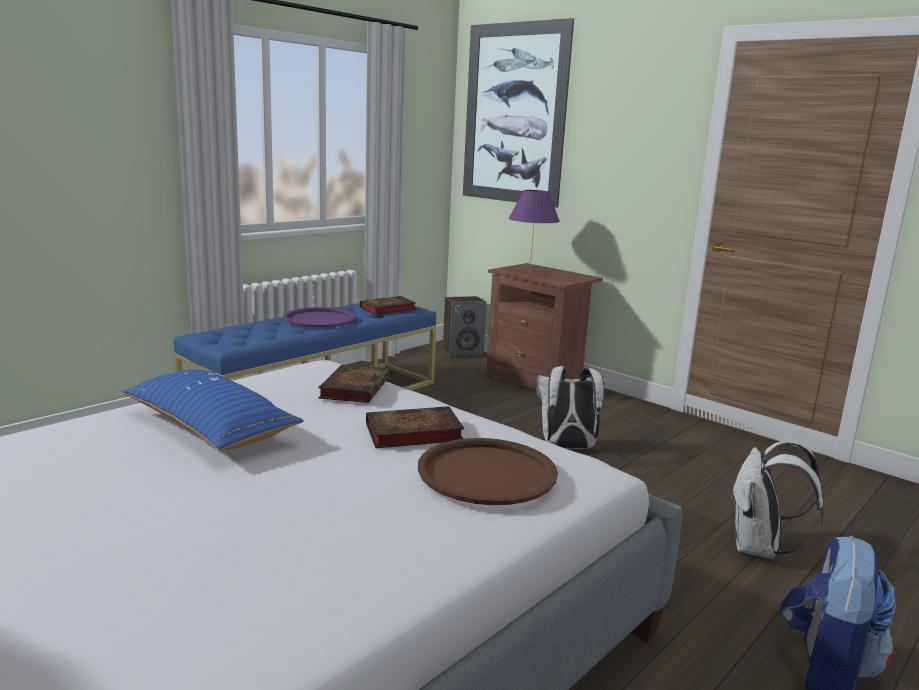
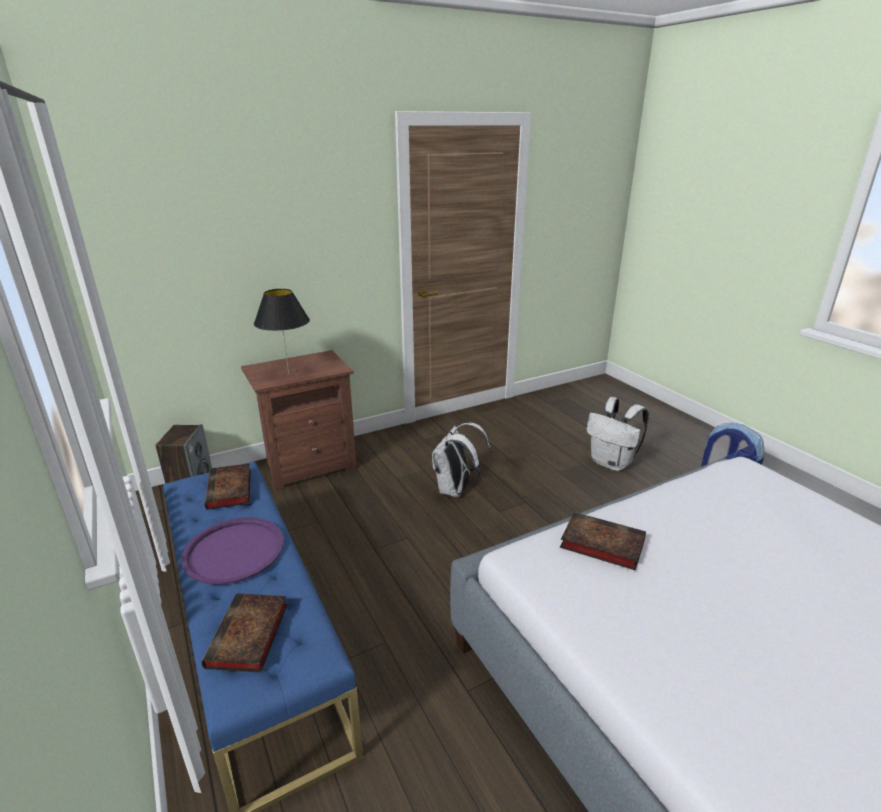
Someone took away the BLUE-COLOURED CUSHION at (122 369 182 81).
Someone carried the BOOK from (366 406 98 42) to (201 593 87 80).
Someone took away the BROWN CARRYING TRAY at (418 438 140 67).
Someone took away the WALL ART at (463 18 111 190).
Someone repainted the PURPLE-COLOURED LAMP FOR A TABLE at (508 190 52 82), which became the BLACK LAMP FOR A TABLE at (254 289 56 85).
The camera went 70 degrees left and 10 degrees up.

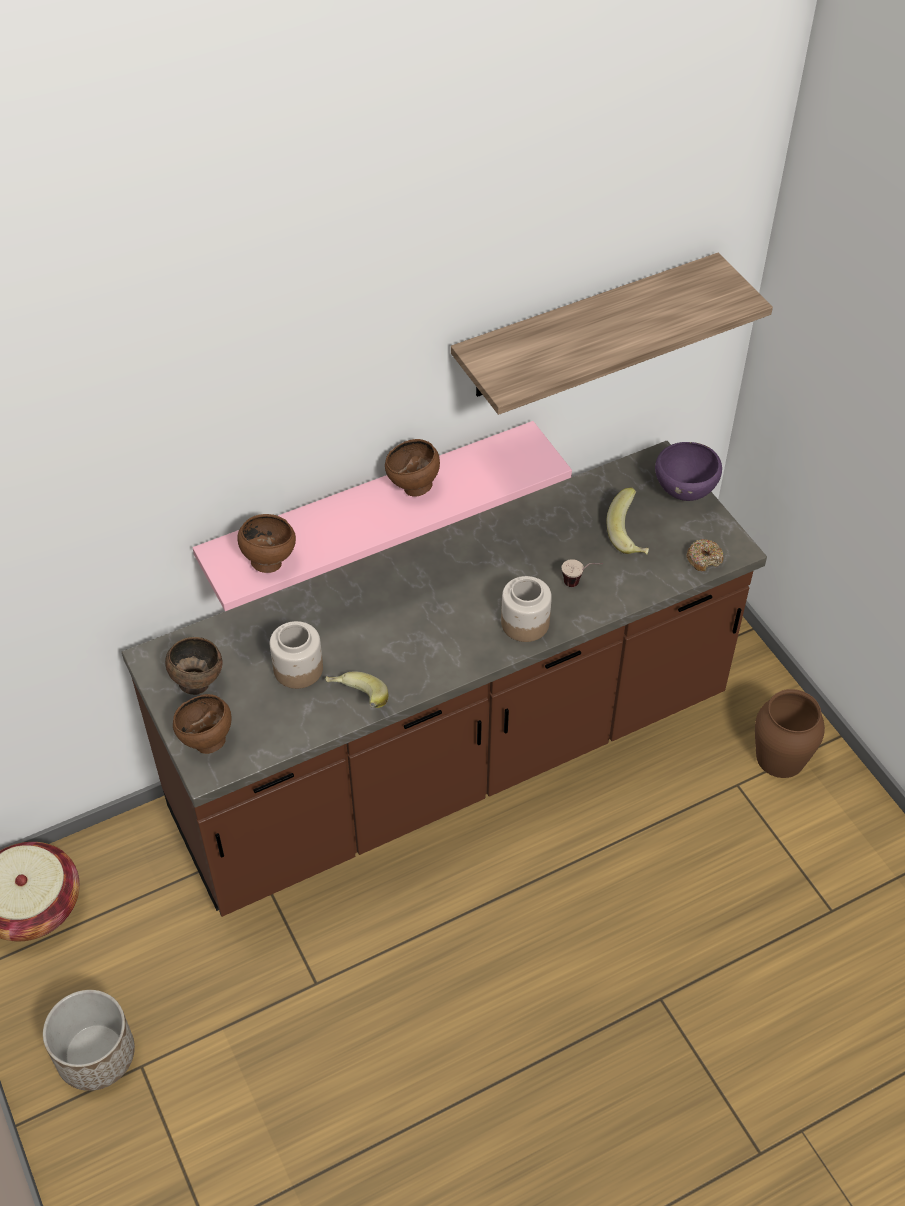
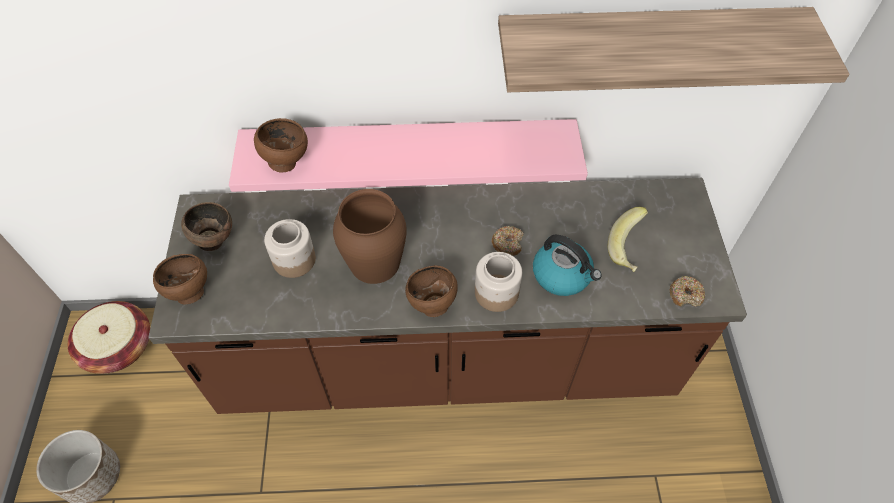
Someone took away the WHOLE BANANA at (325 671 63 37).
Someone carried the BROWN DEEP DISH from (385 439 55 58) to (405 265 53 52).
Someone swapped the SMALL CUP at (562 559 41 28) for the WATER KETTLE at (533 235 69 61).
Someone took away the PURPLE-COLOURED DEEP DISH at (655 442 67 59).
Someone carried the BROWN DECORATIVE VASE from (755 689 70 89) to (333 189 74 95).
Someone put down the RING DOUGHNUT at (491 226 33 30).
The camera went 25 degrees right and 5 degrees up.

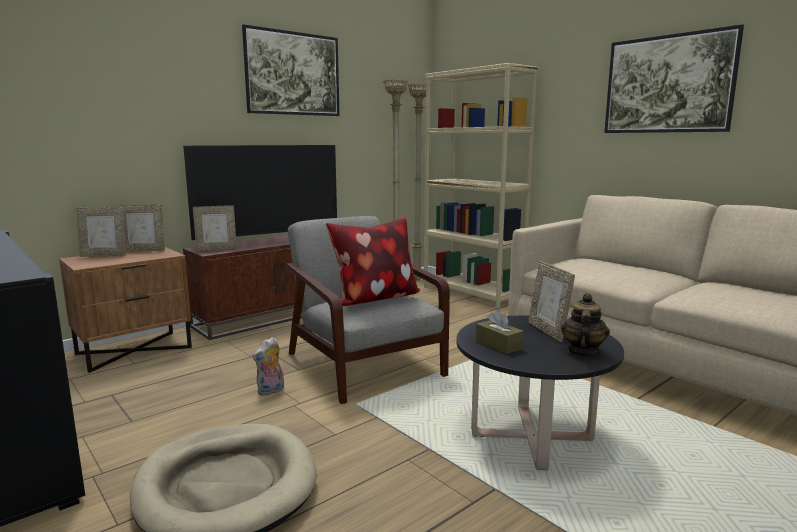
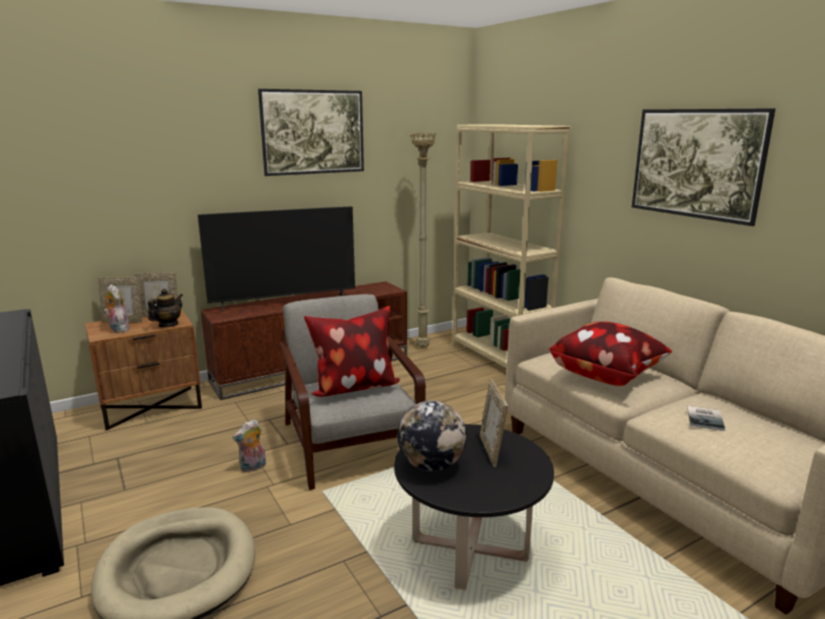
Someone took away the STANDING FRAME at (193 205 44 46).
Someone took away the BEIGE FLOOR LAMP at (408 84 23 196).
Someone swapped the BROWN TISSUE HOLDER at (476 310 48 44) for the DESK GLOBE at (397 400 70 72).
Someone carried the TEA POT from (561 293 49 63) to (148 289 35 38).
Someone put down the SOFT TOY at (104 285 26 48).
Someone put down the CUSHION at (548 321 124 65).
Someone put down the BOOK at (687 406 38 25).
The camera went 10 degrees right and 5 degrees up.

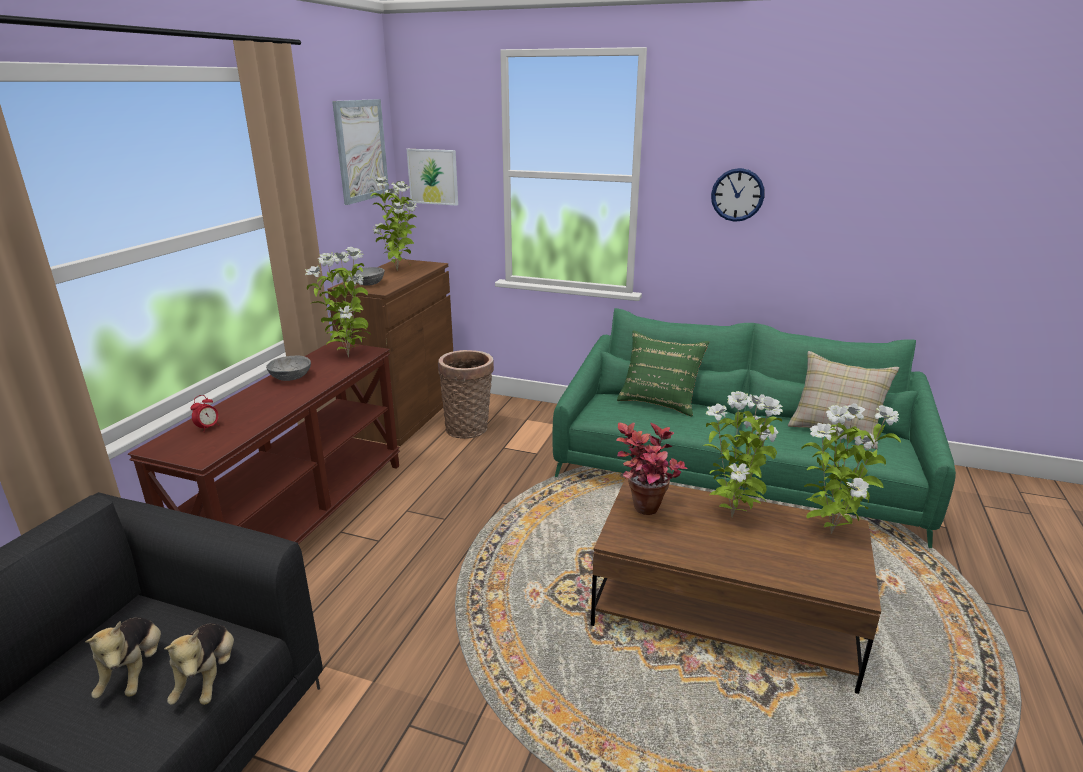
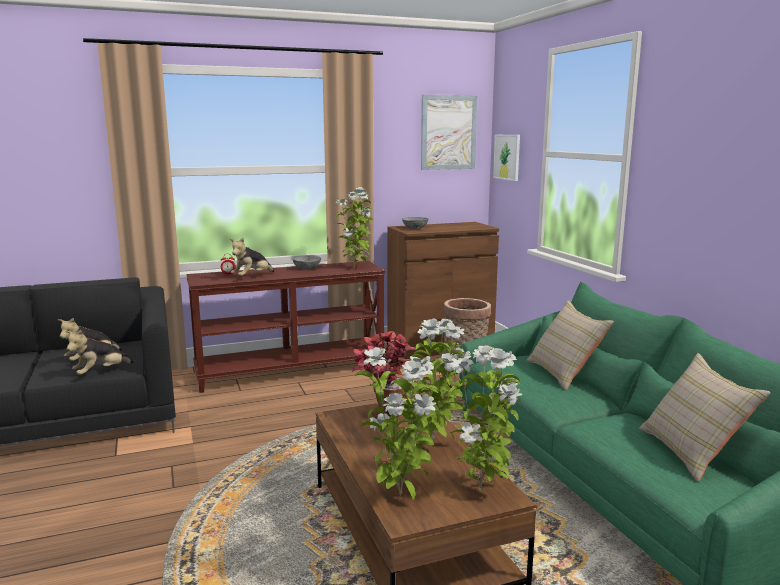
Someone carried the PLANT IN A POT from (371 176 46 95) to (354 347 86 153).
Someone repainted the GREENISH CUSHION at (617 330 92 87), which became the BEIGE CUSHION at (527 300 87 90).
Someone took away the HANGING CLOCK at (711 168 54 54).
Someone put down the SOFT TOY at (230 238 44 38).
The camera went 50 degrees right and 10 degrees down.

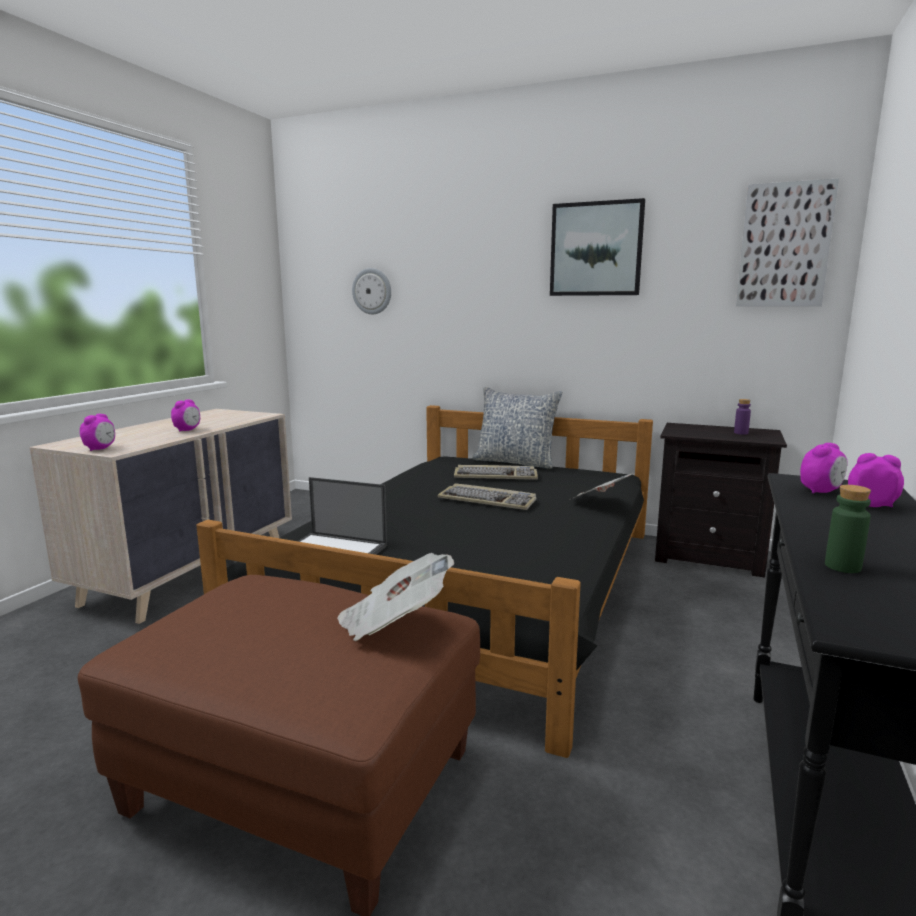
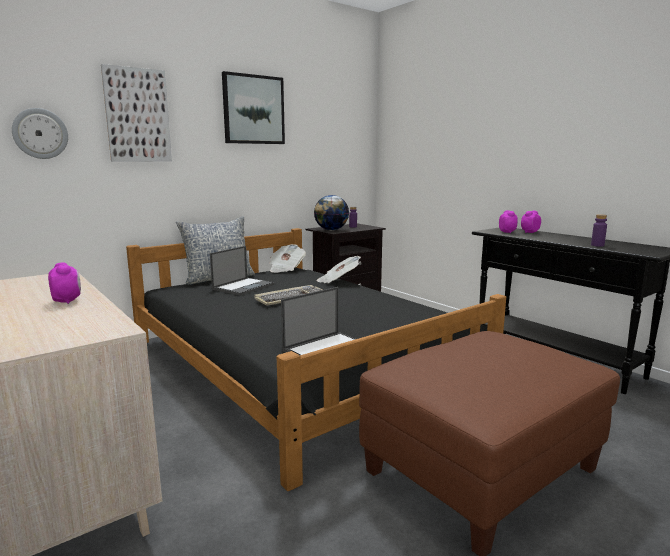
Someone took away the ALARM CLOCK at (80 414 35 37).
Someone carried the NEWSPAPER from (337 553 117 88) to (269 244 37 29).
Someone swapped the PC KEYBOARD at (454 465 84 15) for the NOTEBOOK COMPUTER at (210 246 64 50).
Someone carried the WALL ART from (736 178 103 128) to (101 64 71 98).
Someone repainted the GREENISH BEVERAGE BOTTLE at (825 485 46 88), which became the PURPLE-COLOURED BEVERAGE BOTTLE at (591 214 16 33).
Someone put down the DESK GLOBE at (314 195 35 35).
The camera went 60 degrees left and 0 degrees up.

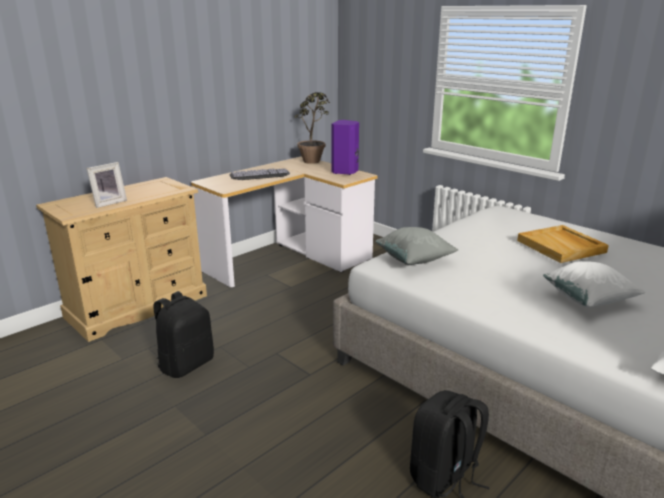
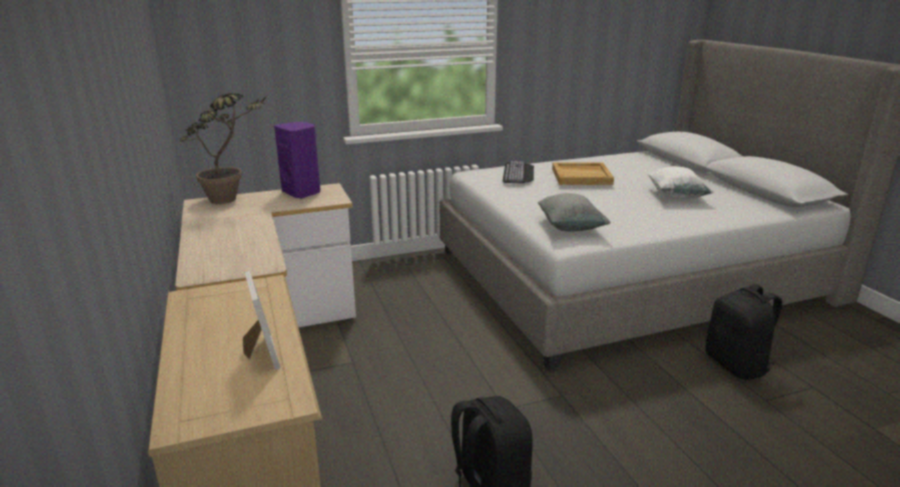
Someone carried the PC KEYBOARD from (230 168 60 12) to (502 161 32 22).
The camera went 65 degrees left and 0 degrees up.

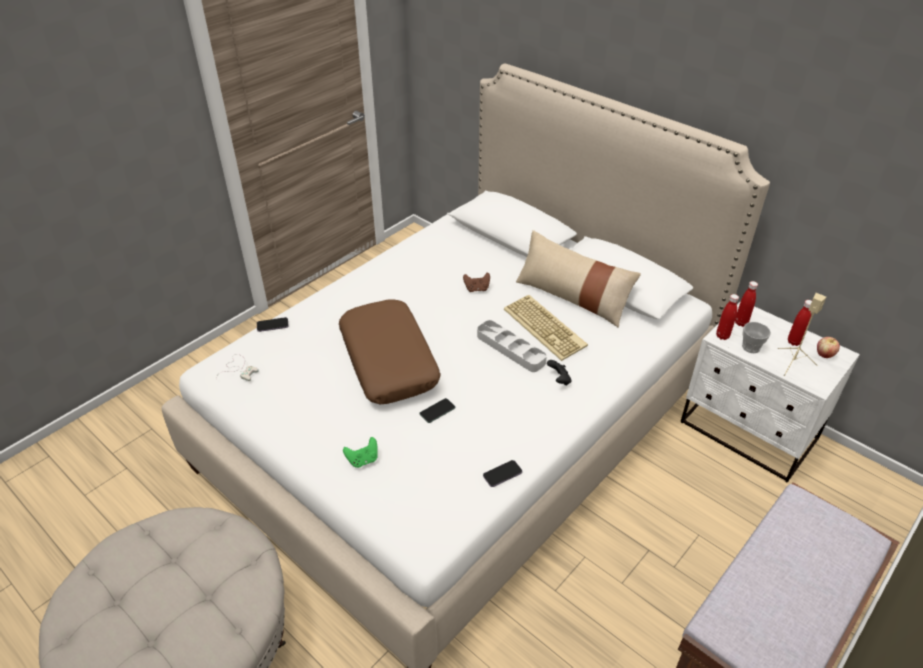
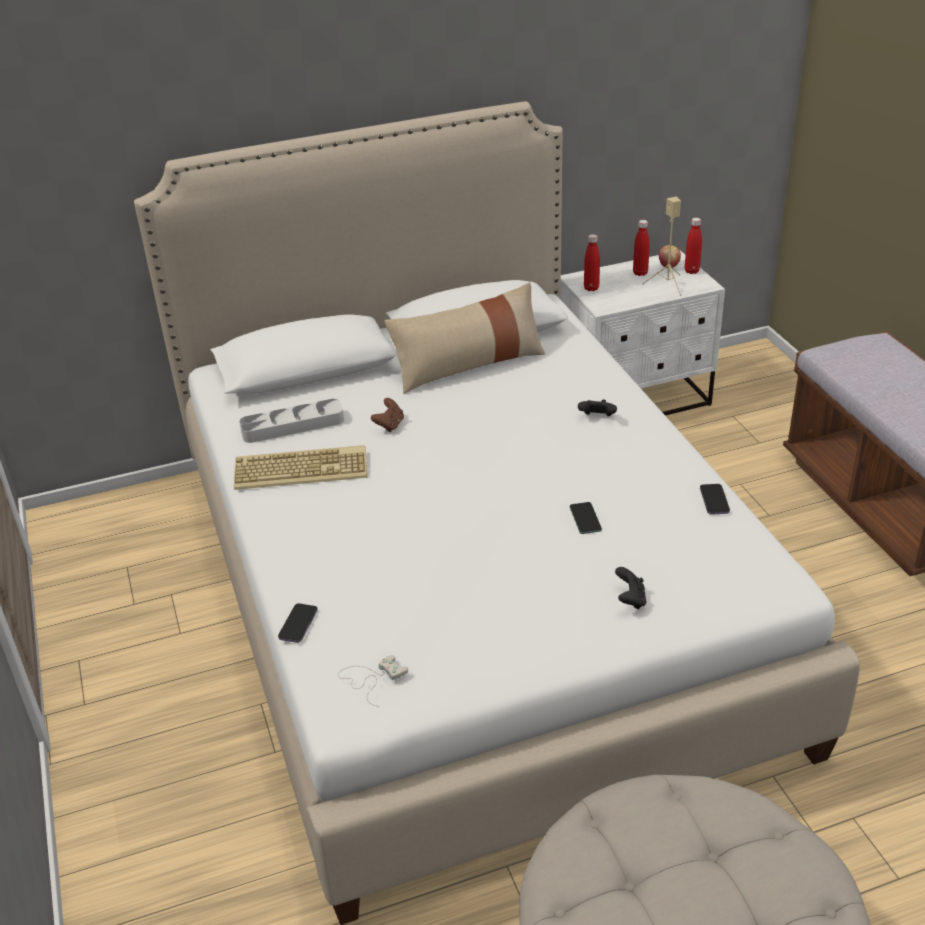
Someone took away the BROWN CUSHION at (339 299 102 105).
Someone repainted the GREENISH JOYPAD at (343 437 35 31), which became the BLACK JOYPAD at (615 567 32 42).
Someone carried the GRAY CARRYING TRAY from (477 320 70 52) to (239 399 105 44).
Someone carried the PC KEYBOARD from (504 295 84 66) to (234 445 133 45).
Someone carried the RED BEVERAGE BOTTLE from (716 294 23 46) to (685 218 17 56).
Someone took away the SMALL CUP at (742 322 29 31).
The camera went 60 degrees left and 5 degrees down.

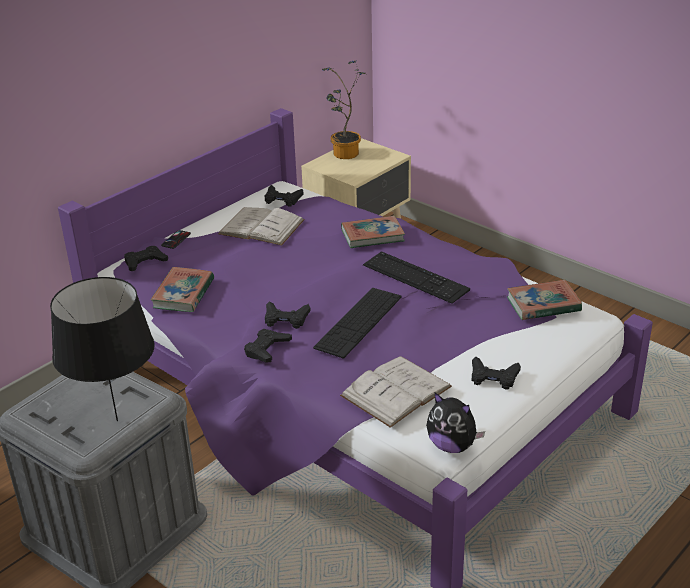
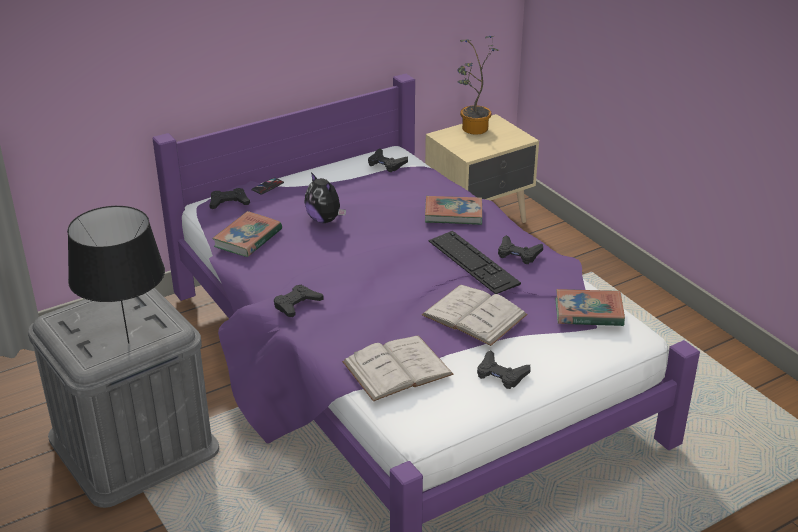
Someone carried the WHITISH BOOK from (218 207 87 39) to (422 285 105 61).
Someone carried the BLACK JOYPAD from (265 301 46 28) to (498 235 45 29).
Someone took away the PC KEYBOARD at (313 288 89 71).
Someone carried the SOFT TOY from (426 393 59 60) to (304 172 42 51).
The camera went 15 degrees right and 0 degrees up.

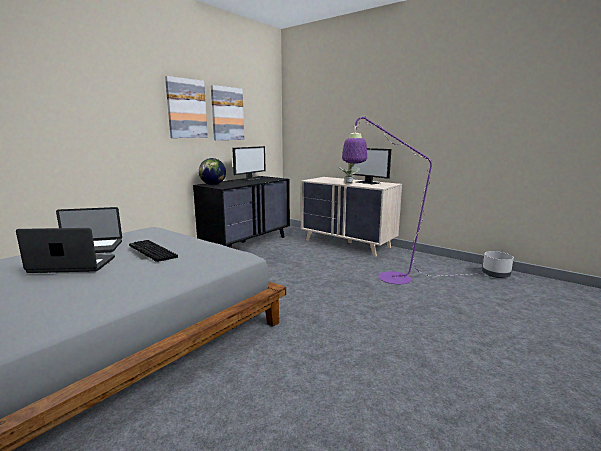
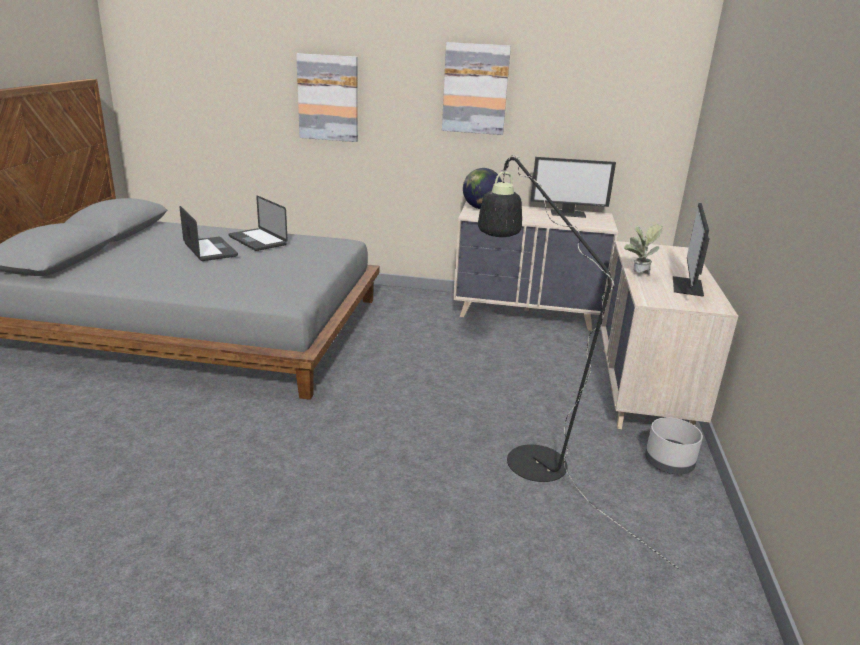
Someone took away the PC KEYBOARD at (129 240 49 22).
Someone repainted the BLACK DRAWER CHEST at (193 176 97 72), which became the BEIGE DRAWER CHEST at (453 201 165 130).
Someone carried the WALL ART from (211 85 34 55) to (296 53 62 89).
Someone repainted the PURPLE-COLOURED FLOOR LAMP at (342 115 128 169), which became the BLACK FLOOR LAMP at (478 155 200 414).
Someone carried the GRAY PLANTER from (482 251 32 27) to (645 417 58 58).
The camera went 60 degrees right and 10 degrees up.

